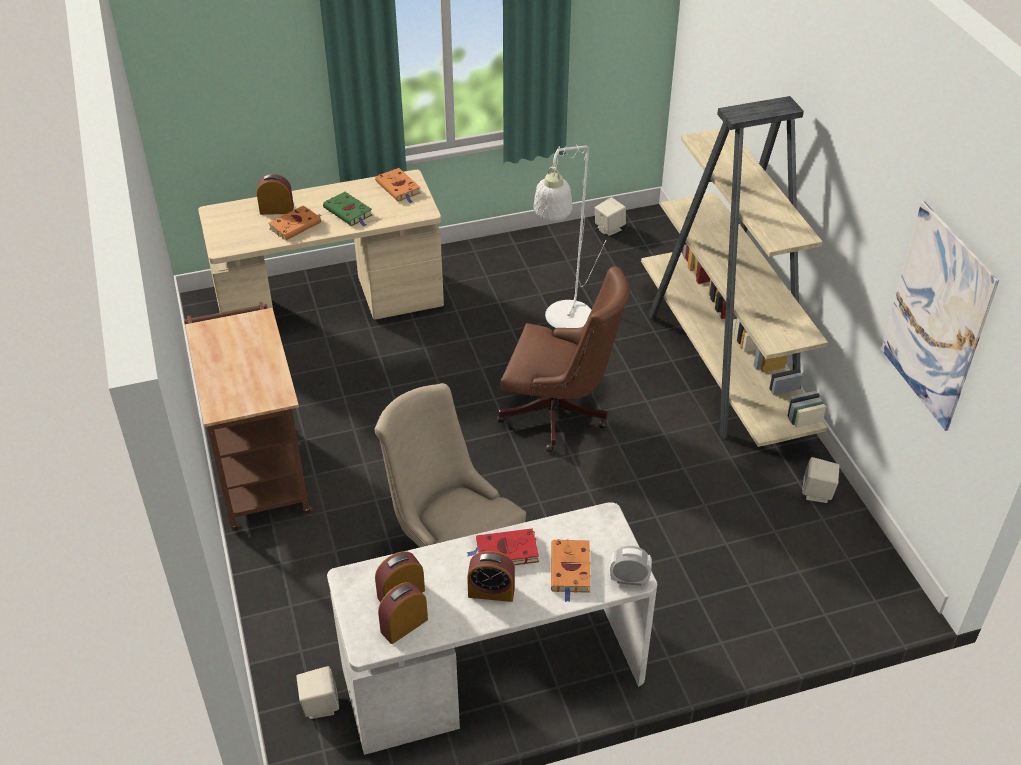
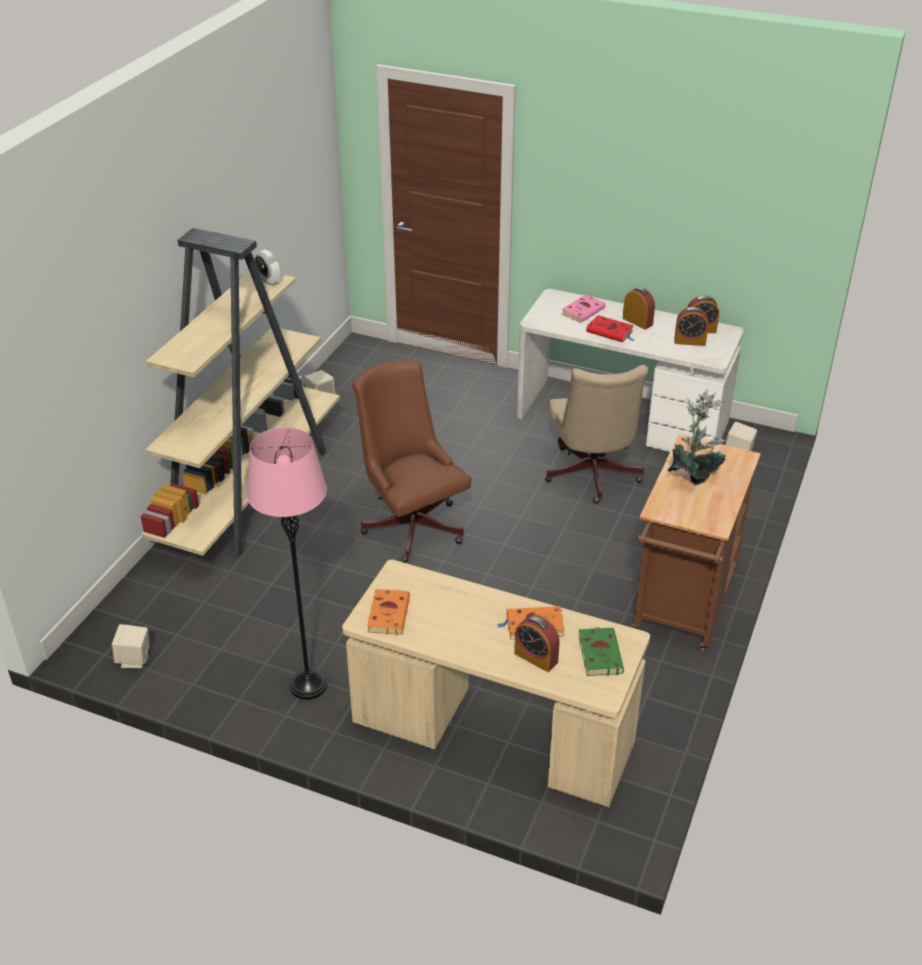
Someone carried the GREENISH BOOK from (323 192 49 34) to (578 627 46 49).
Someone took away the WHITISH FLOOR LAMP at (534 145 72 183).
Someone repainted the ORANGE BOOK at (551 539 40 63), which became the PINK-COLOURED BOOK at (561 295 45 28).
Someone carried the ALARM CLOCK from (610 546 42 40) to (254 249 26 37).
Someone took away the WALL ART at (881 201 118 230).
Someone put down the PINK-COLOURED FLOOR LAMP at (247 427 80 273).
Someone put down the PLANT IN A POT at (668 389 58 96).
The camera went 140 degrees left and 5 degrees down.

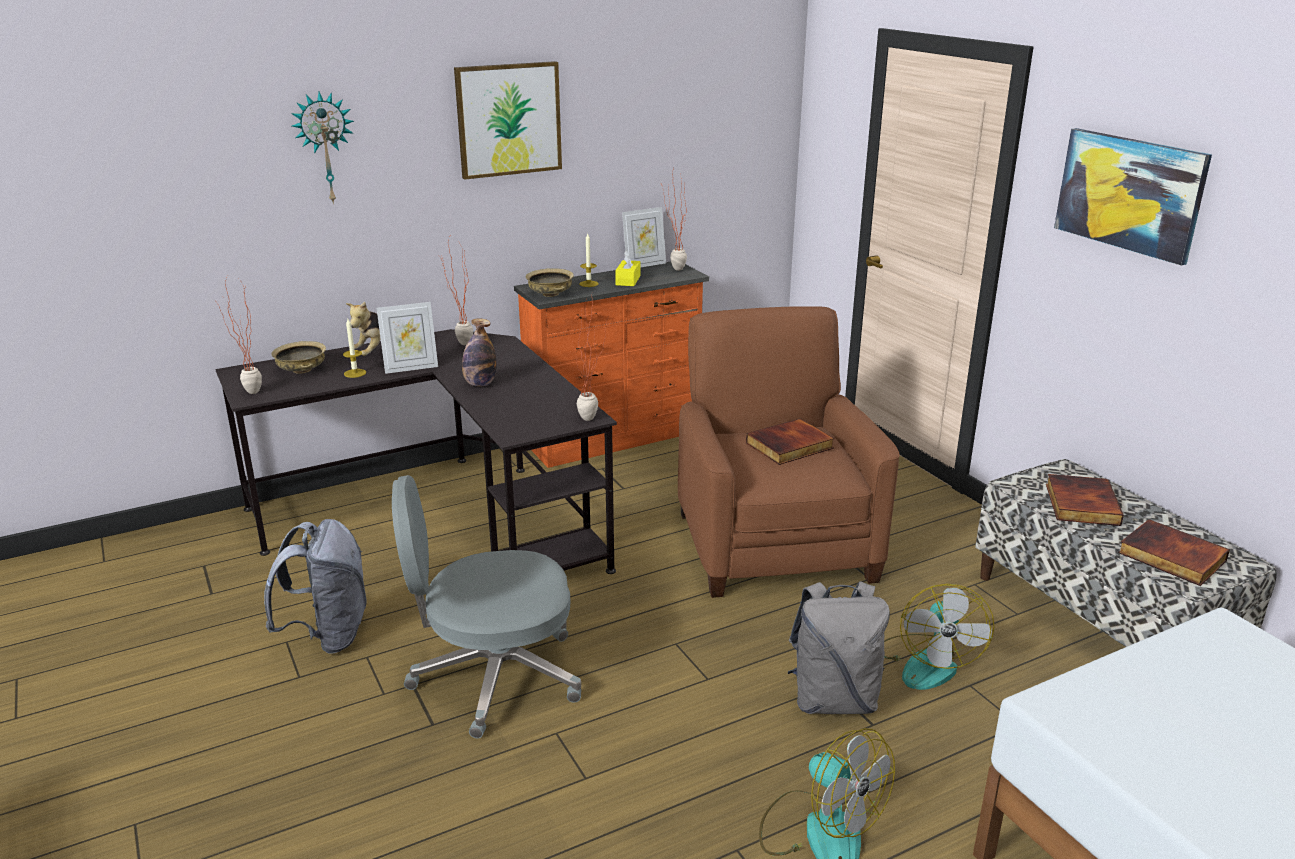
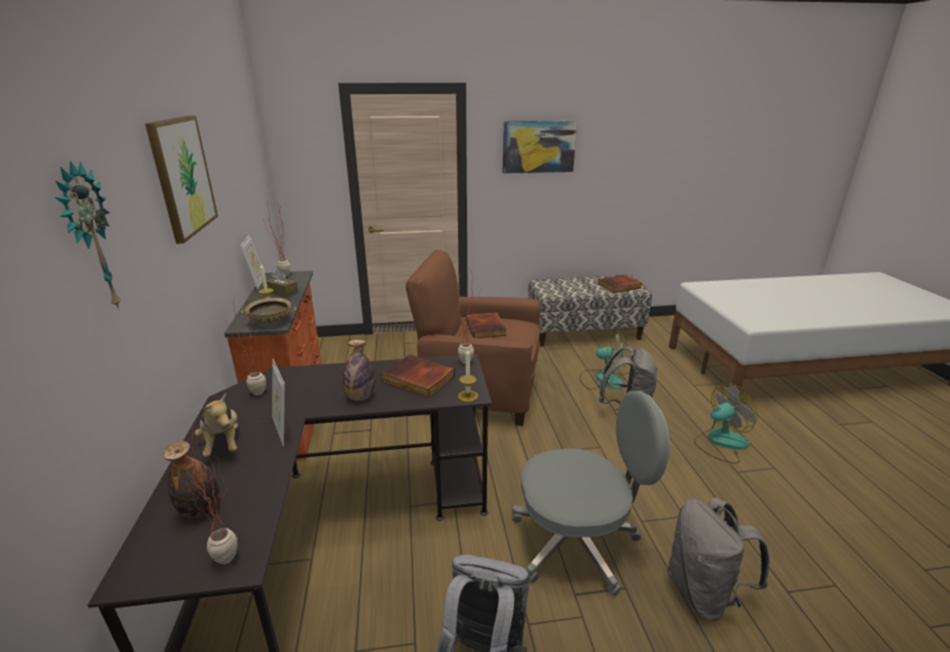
Someone swapped the BEIGE DEEP DISH at (271 341 55 33) for the BEVERAGE BOTTLE at (163 441 57 77).
Someone carried the WAX CANDLE from (343 319 23 59) to (458 349 20 53).
Someone rotated the STANDING FRAME at (377 302 61 72) by 150 degrees clockwise.
Someone rotated the GRAY DESK CHAIR at (392 475 189 263) by 105 degrees counterclockwise.
Someone repainted the YELLOWISH TISSUE HOLDER at (615 251 26 35), which became the BROWN TISSUE HOLDER at (266 270 32 28).
Someone carried the BOOK from (1046 474 78 52) to (381 354 74 44).
Someone put down the GRAY RUCKSACK at (667 497 103 124).
The camera went 70 degrees left and 0 degrees up.

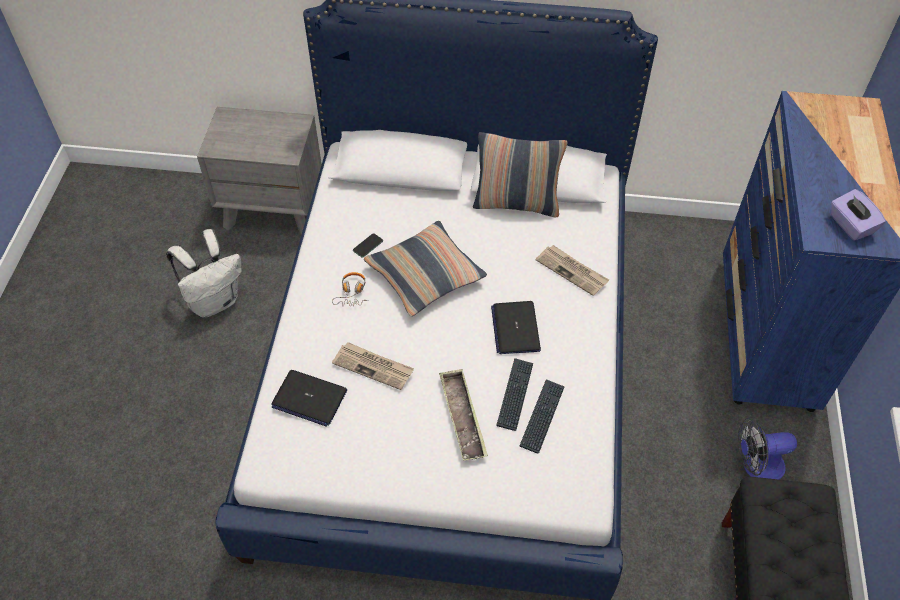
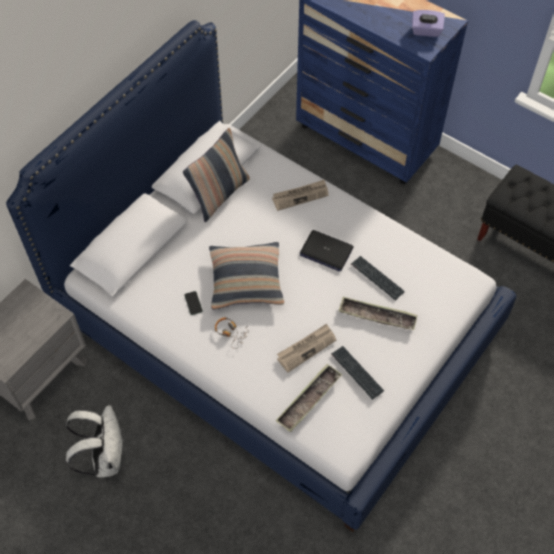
Someone swapped the NOTEBOOK COMPUTER at (271 370 76 57) for the CARRYING TRAY at (275 364 67 68).
Someone carried the PC KEYBOARD from (519 379 46 74) to (331 346 53 54).
Someone took away the COOLING FAN at (738 418 59 62).
The camera went 60 degrees left and 5 degrees up.

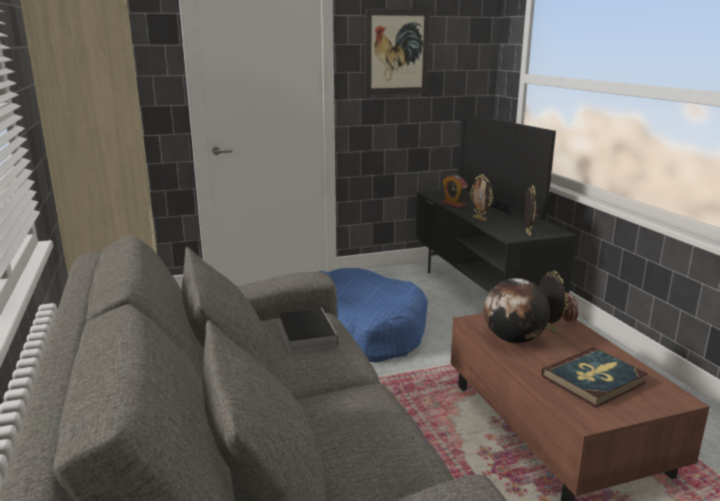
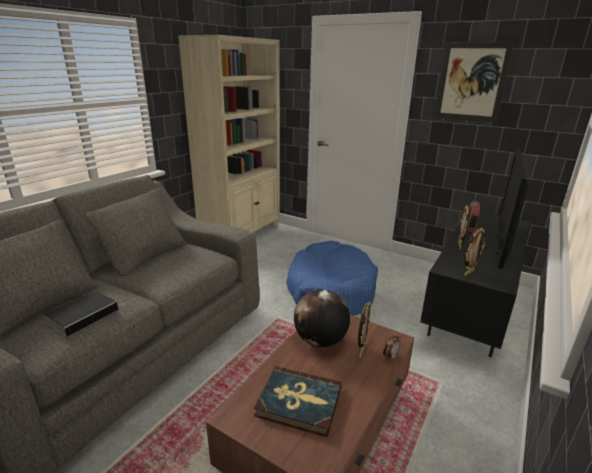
Someone carried the BOOK from (278 308 60 45) to (44 290 81 47).
The camera went 50 degrees right and 5 degrees up.

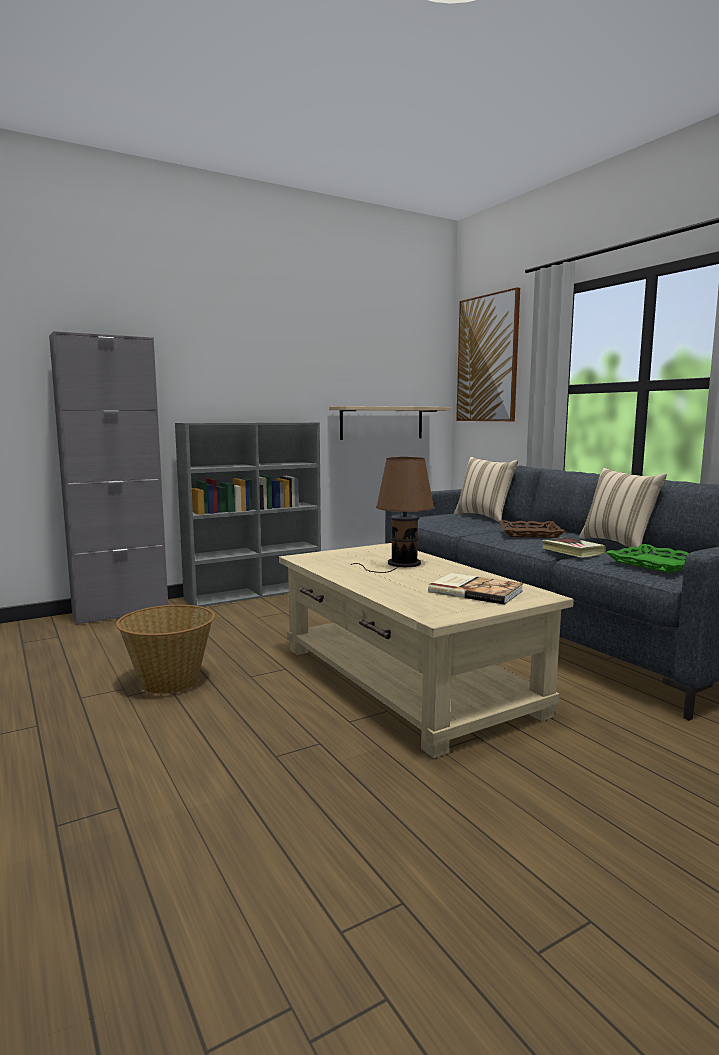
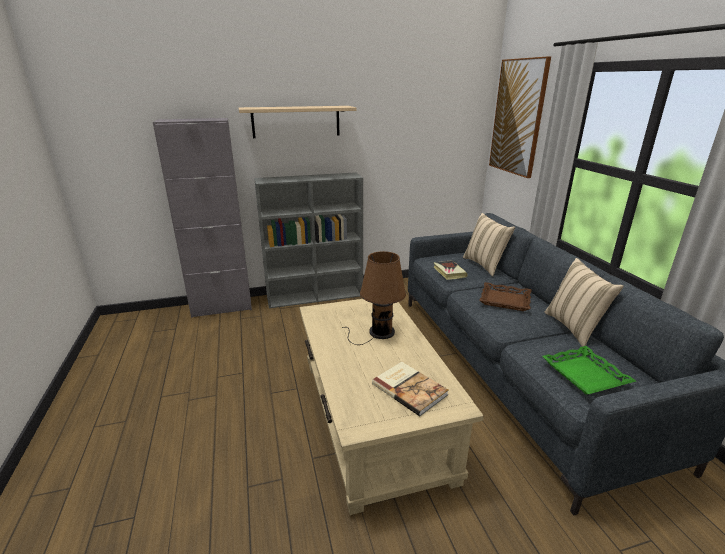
Someone took away the BASKET at (116 605 99 89).
Someone carried the BEIGE SHELF from (329 406 122 34) to (238 106 118 32).
Someone carried the BOOK from (542 537 64 21) to (433 260 34 20).
The camera went 15 degrees right and 15 degrees up.

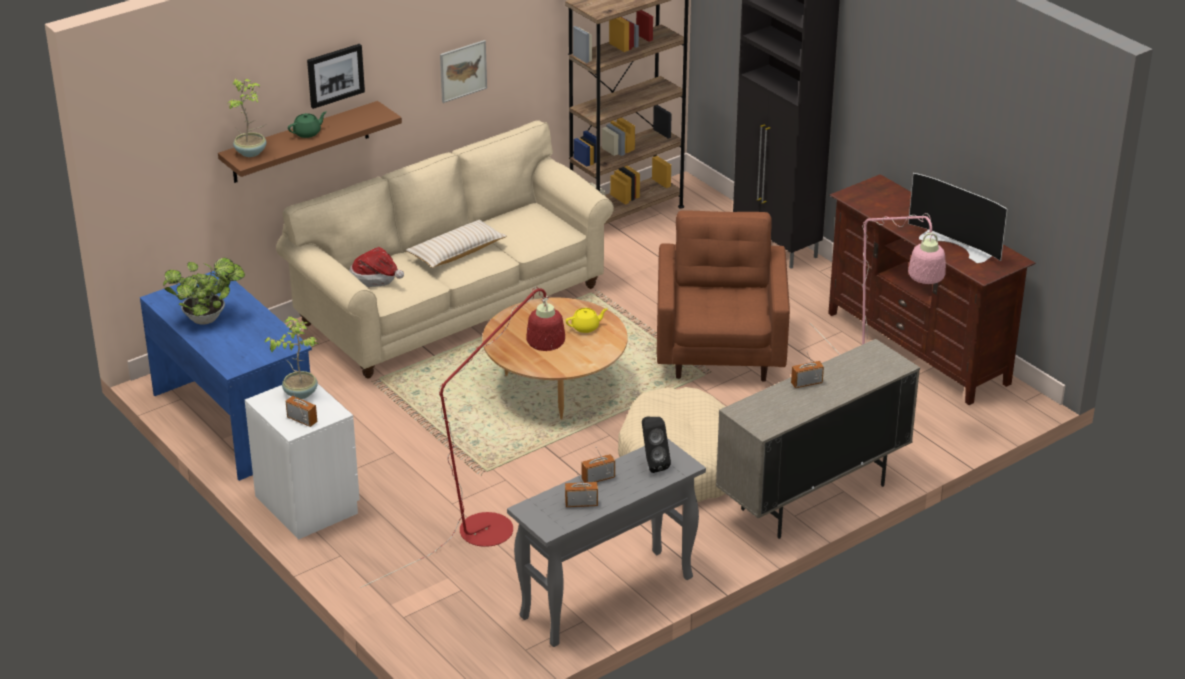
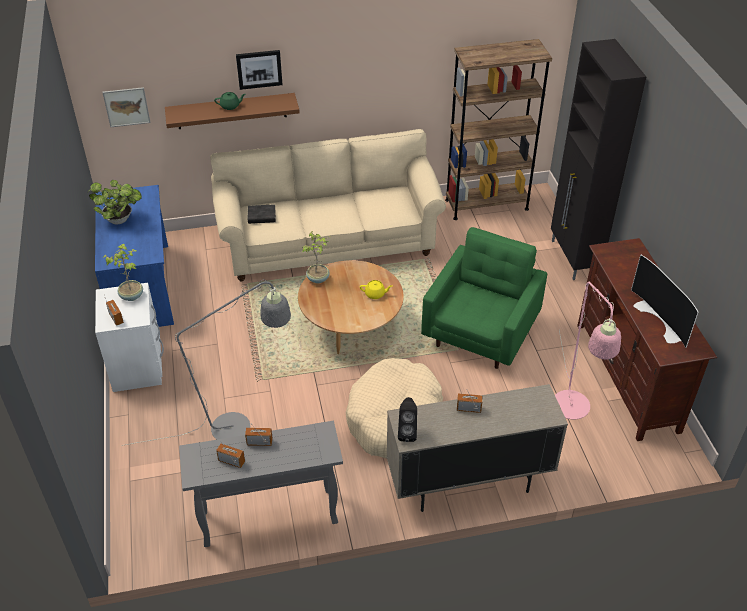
Someone carried the PLANT IN A POT from (227 78 39 79) to (302 231 29 52).
Someone swapped the CLOTHING HAT at (349 247 55 40) for the BLACK BOOK at (248 204 28 20).
Someone repainted the RED FLOOR LAMP at (360 287 205 301), which became the GRAY FLOOR LAMP at (121 280 170 166).
Someone took away the BEIGE CUSHION at (406 220 101 48).
Someone carried the WALL ART from (440 40 47 63) to (102 87 49 40).
Someone carried the BLACK LOUDSPEAKER from (642 417 29 56) to (398 397 19 45).
Someone repainted the BROWN LOUNGE CHAIR at (657 211 133 171), which became the GREENISH LOUNGE CHAIR at (421 227 126 142).
The camera went 25 degrees right and 10 degrees up.

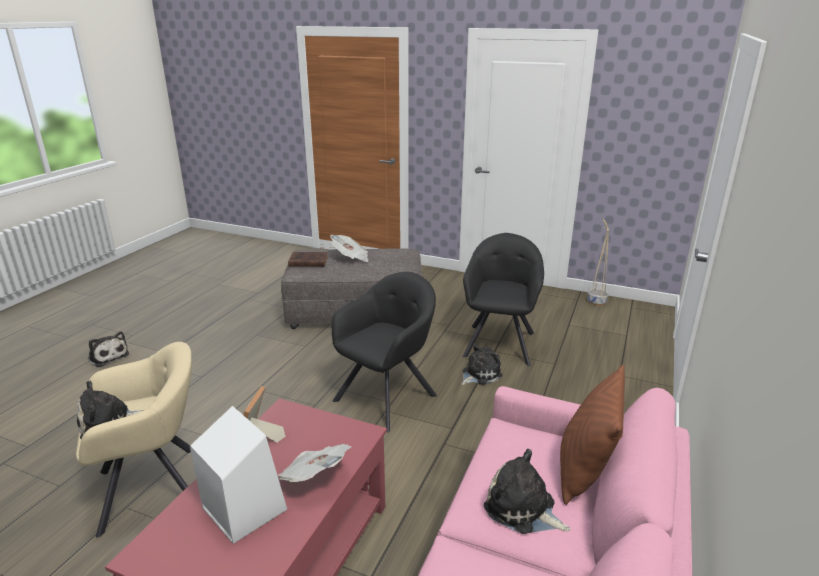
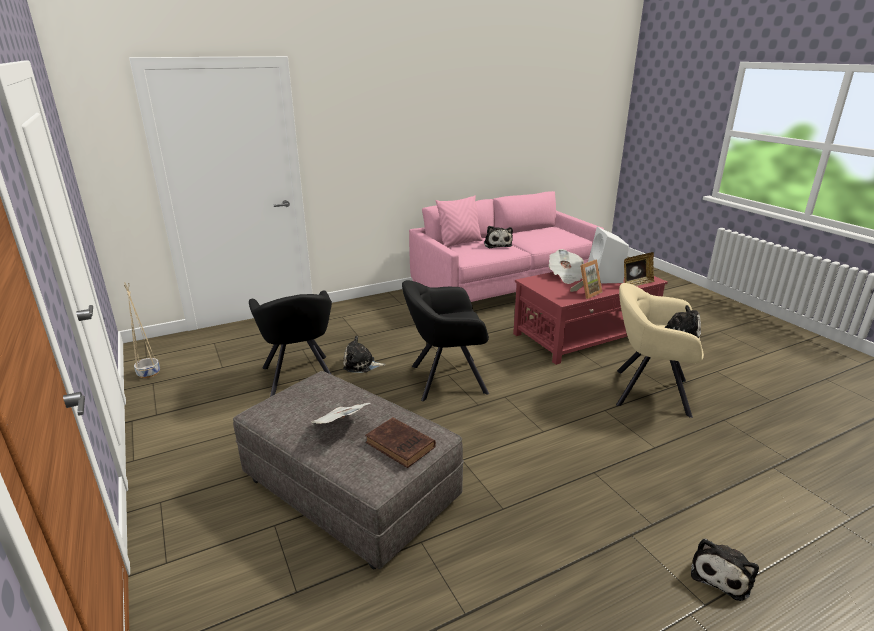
Someone rotated the SOFT TOY at (88 331 41 36) by 135 degrees counterclockwise.
Someone rotated the BLACK LOUNGE CHAIR at (463 233 81 133) by 75 degrees counterclockwise.
Someone repainted the BROWN CUSHION at (560 365 65 140), which became the PINK-COLOURED CUSHION at (436 195 47 52).
Someone put down the STANDING FRAME at (624 252 30 34).
The camera went 140 degrees left and 0 degrees up.

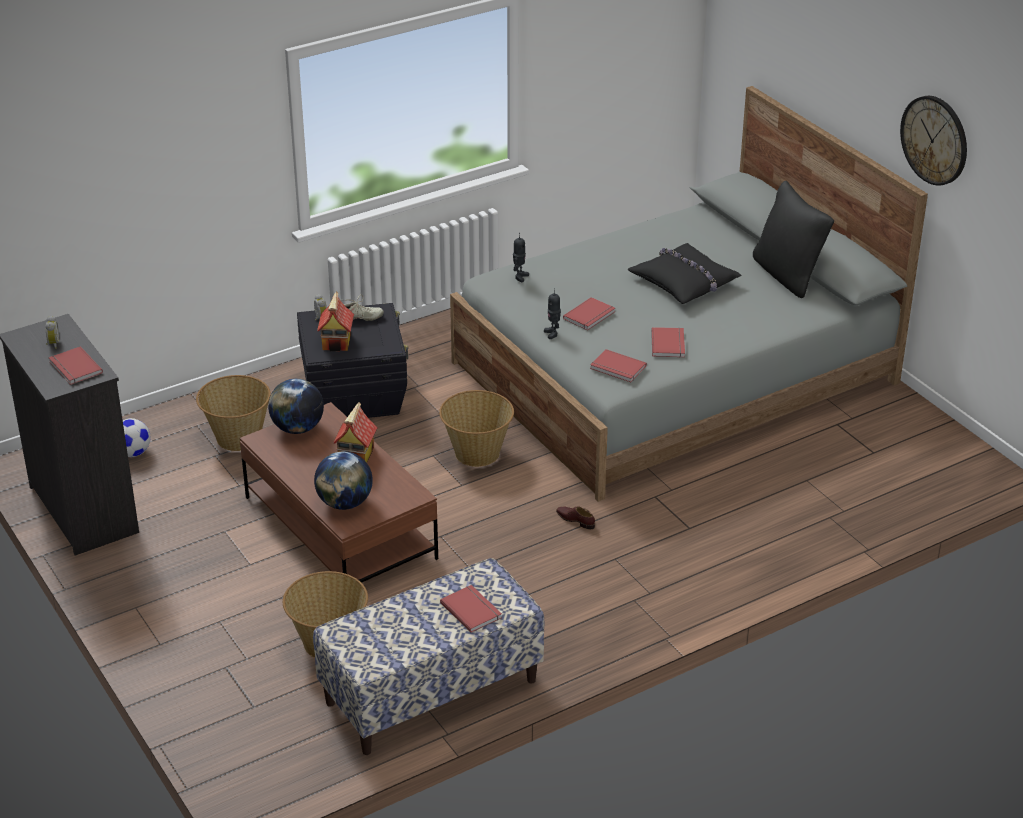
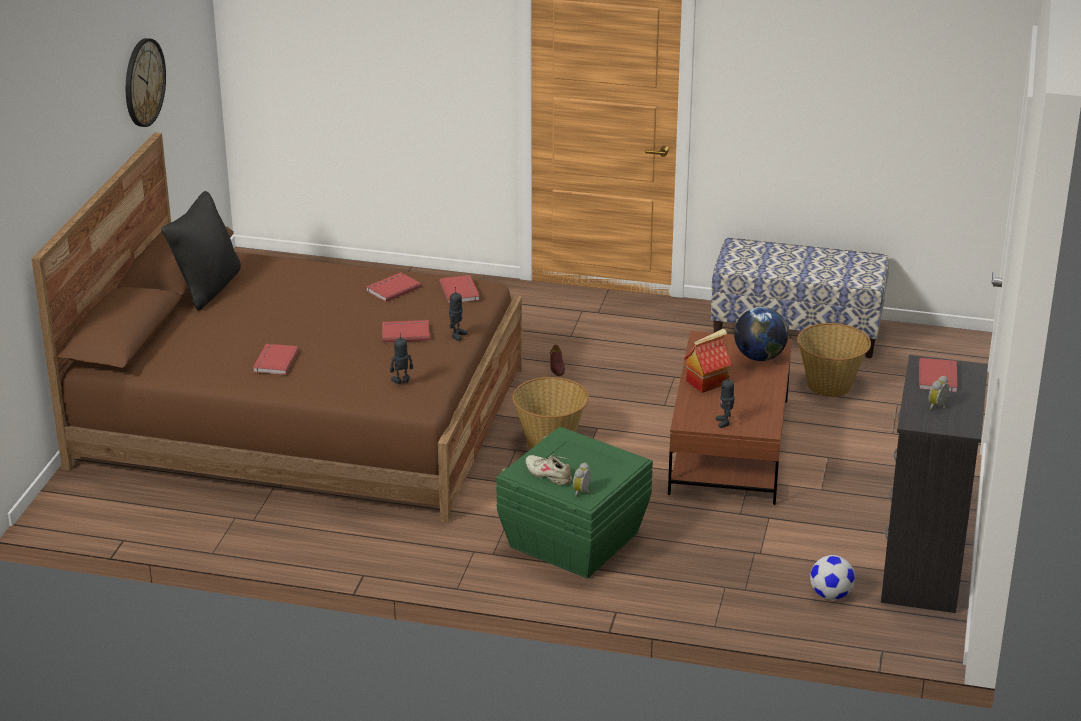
Someone took away the BASKET at (196 375 75 76).
Someone swapped the DESK GLOBE at (268 379 56 55) for the ROBOT FIGURE at (716 374 19 54).
Someone repainted the BLACK STORAGE CONTAINER at (297 303 112 115), which became the GREENISH STORAGE CONTAINER at (496 427 157 152).
Someone took away the MODEL HOUSE at (317 291 37 60).
Someone carried the RED BOOK from (440 585 62 48) to (253 344 46 31).
Someone repainted the GRAY SLEEPING BED at (450 86 478 416), which became the BROWN SLEEPING BED at (31 133 491 390).
Someone took away the BLACK CUSHION at (628 243 114 61).
The camera went 135 degrees left and 5 degrees down.

